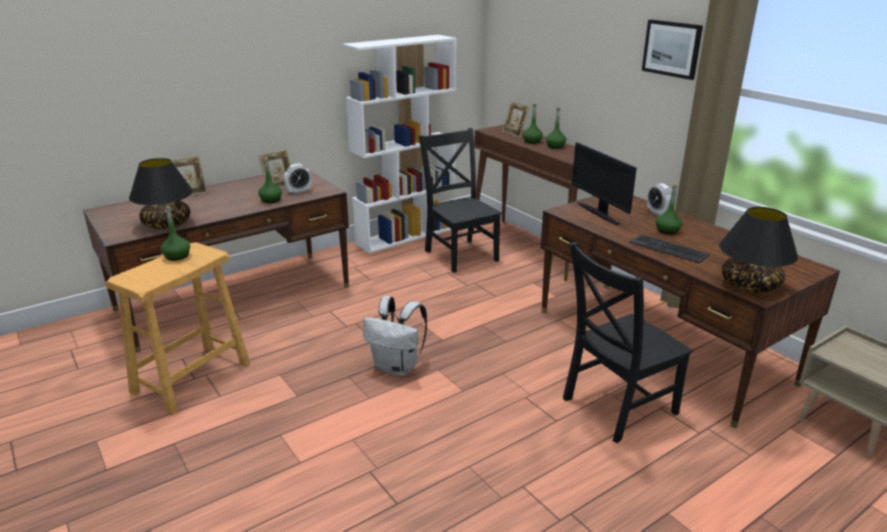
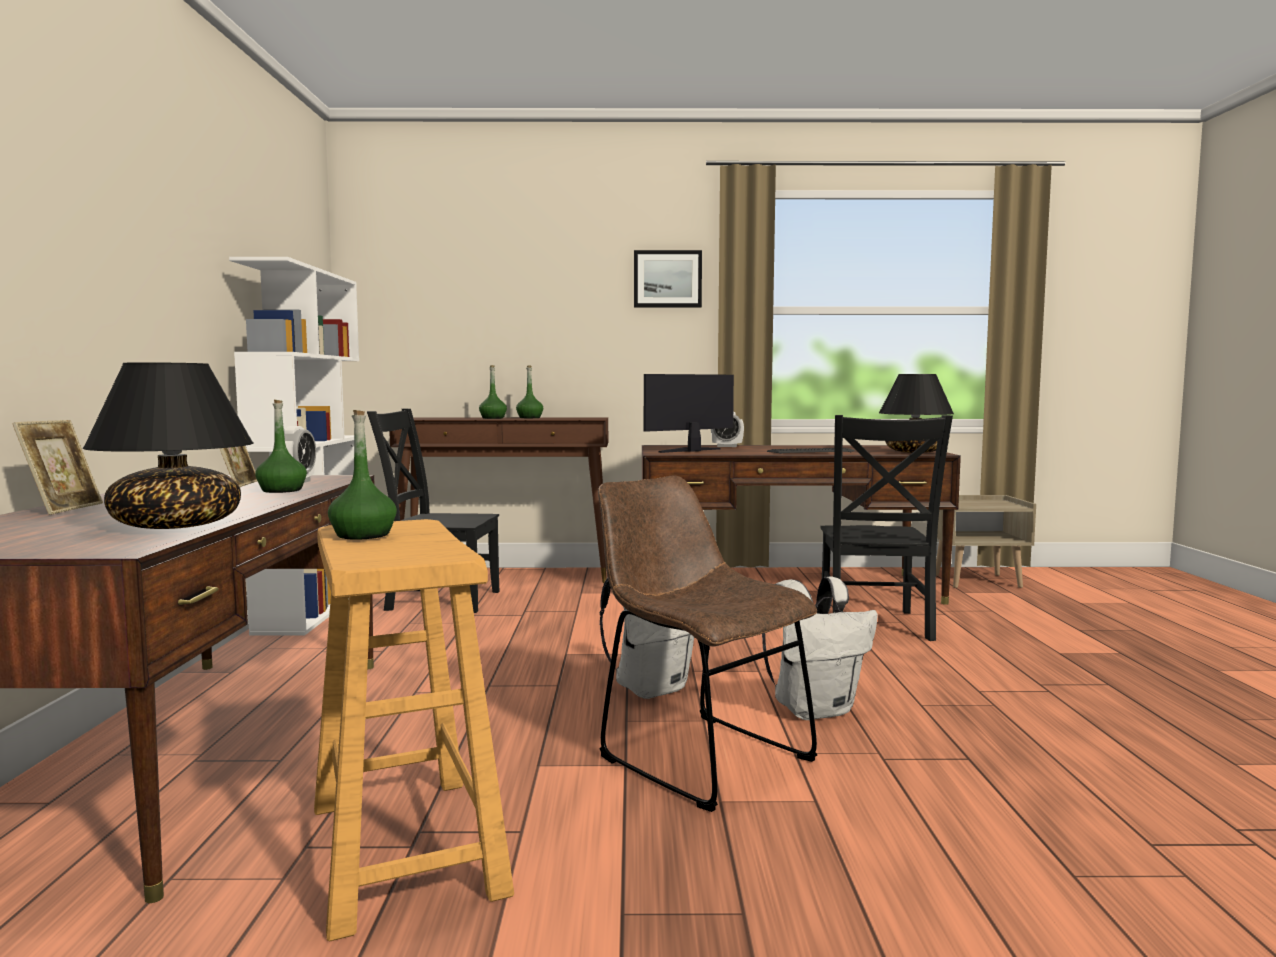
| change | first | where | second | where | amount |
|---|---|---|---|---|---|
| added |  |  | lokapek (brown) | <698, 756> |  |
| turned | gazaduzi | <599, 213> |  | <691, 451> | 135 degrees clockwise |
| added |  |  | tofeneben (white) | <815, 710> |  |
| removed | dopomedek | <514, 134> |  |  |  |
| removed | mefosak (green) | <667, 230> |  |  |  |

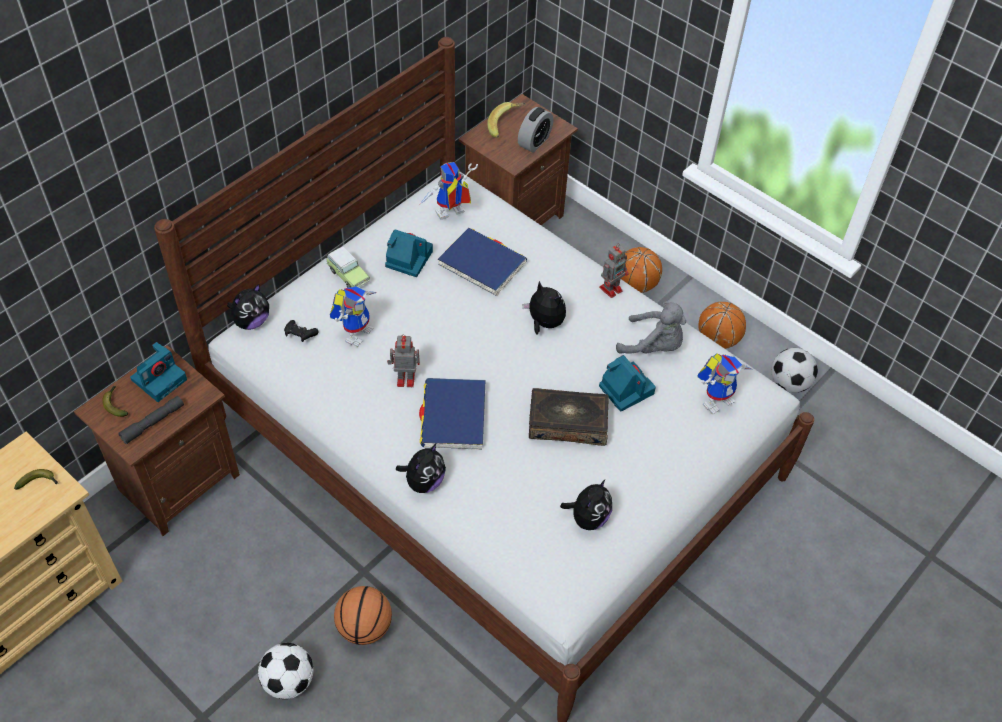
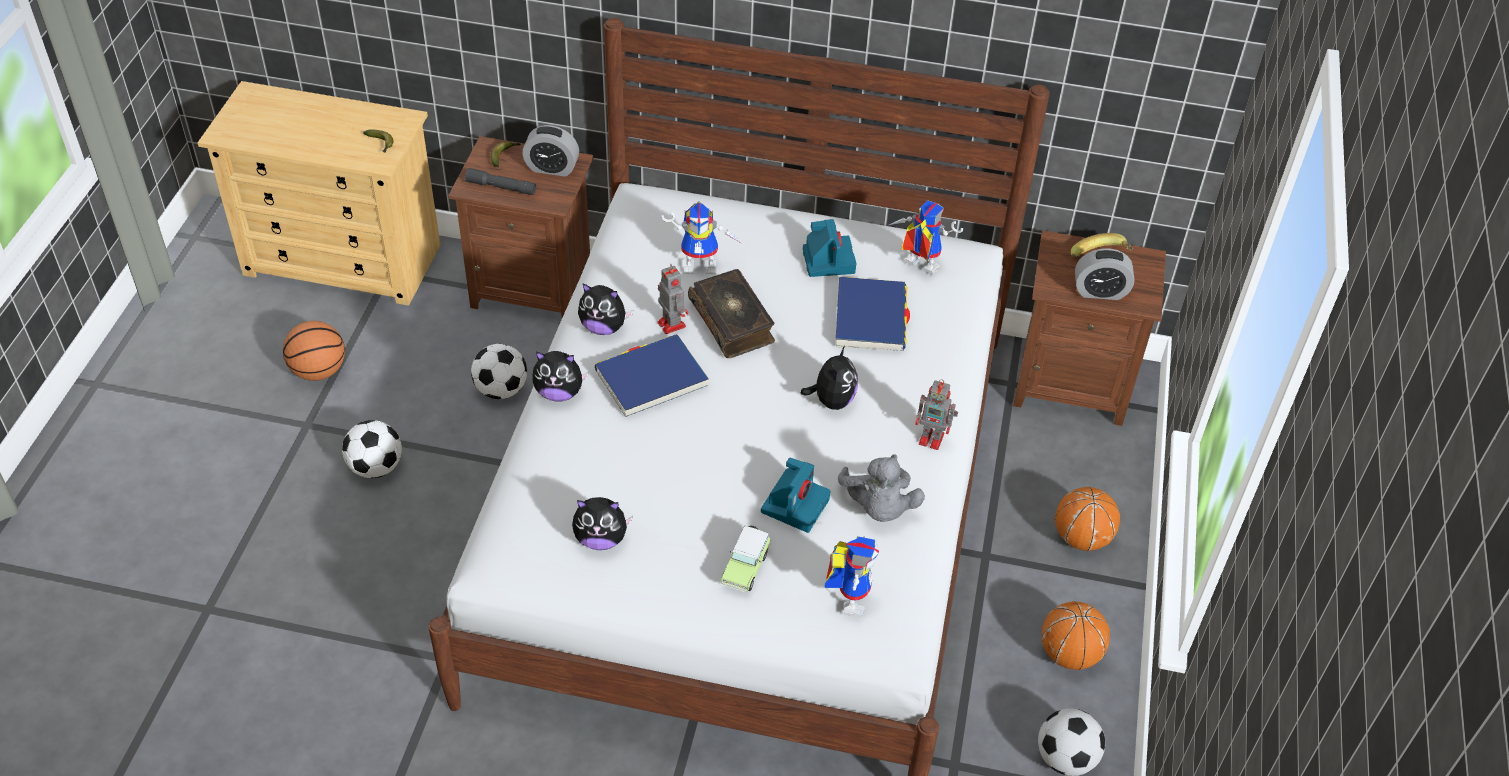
| change | first | where | second | where | amount |
|---|---|---|---|---|---|
| moved | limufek | <364, 627> |  | <319, 371> |  |
| added |  |  | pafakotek | <501, 389> |  |
| replaced | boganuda | <159, 378> | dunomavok | <552, 168> |  |
| moved | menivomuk | <251, 321> |  | <603, 327> |  |
| moved | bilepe | <567, 423> |  | <732, 322> |  |
| moved | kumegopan | <347, 275> |  | <746, 566> |  |
| turned | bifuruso | <717, 398> |  | <849, 595> | 105 degrees counterclockwise |
| removed | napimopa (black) | <300, 335> |  |  |  |

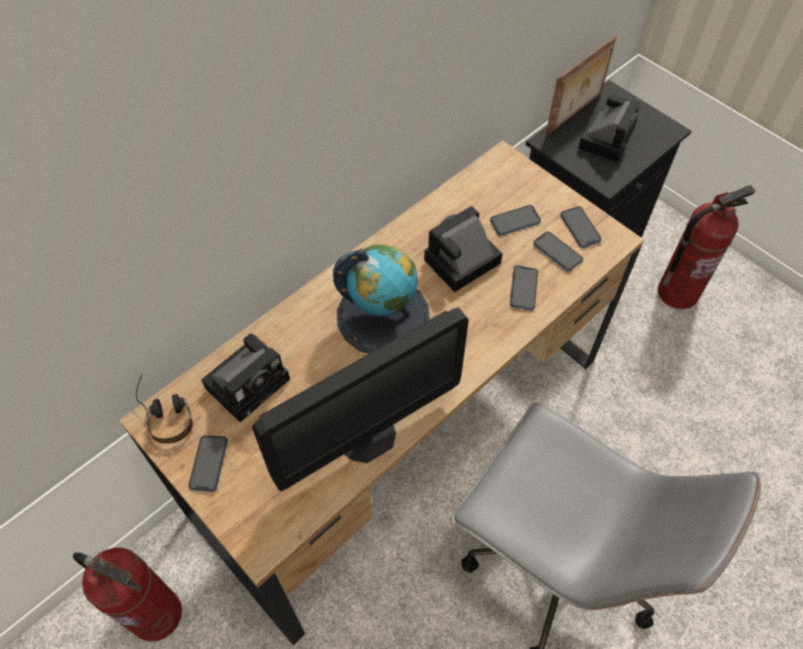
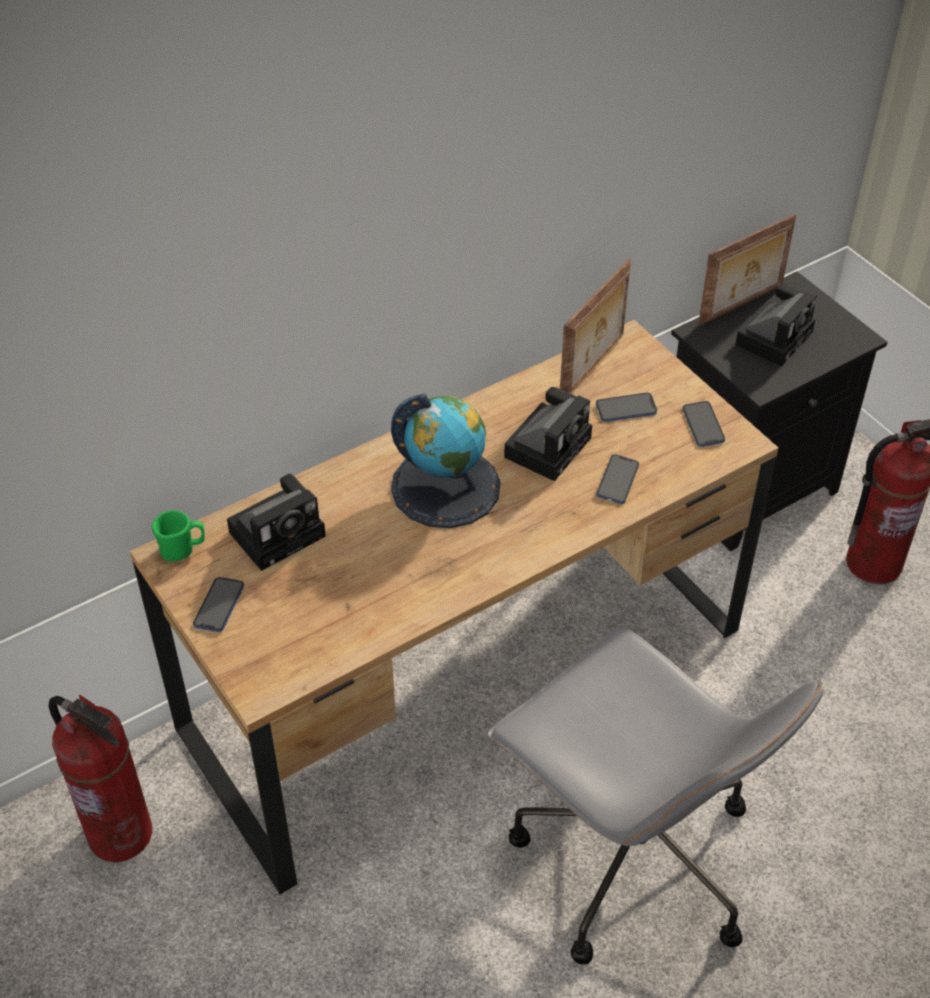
| change | first | where | second | where | amount |
|---|---|---|---|---|---|
| replaced | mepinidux | <166, 412> | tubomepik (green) | <182, 550> |  |
| turned | boganuda | <460, 263> |  | <549, 445> | 150 degrees clockwise |
| added |  |  | dopomedek | <593, 367> |  |
| removed | gazaduzi | <367, 436> |  |  |  |
| removed | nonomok | <557, 252> |  |  |  |

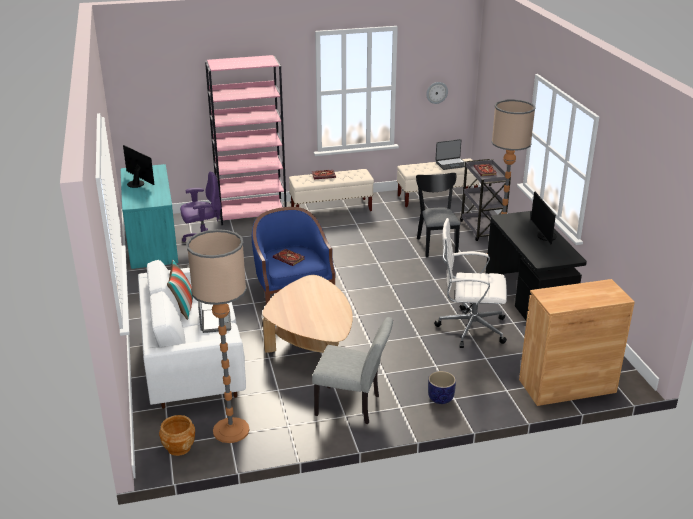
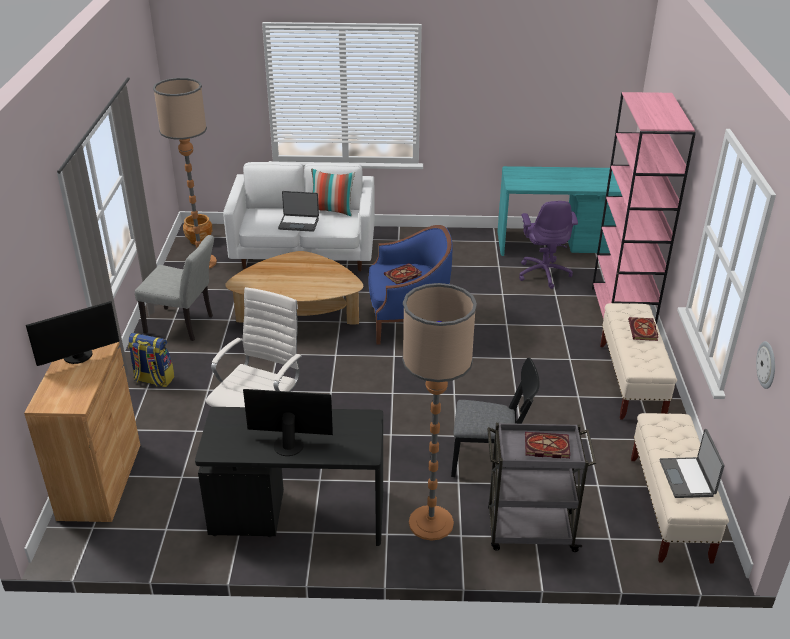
| change | first | where | second | where | amount |
|---|---|---|---|---|---|
| moved | gazaduzi | <137, 183> |  | <79, 357> |  |
| replaced | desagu | <441, 398> | tofeneben | <153, 380> |  |
| turned | lokapek (grey) | <353, 406> |  | <184, 325> | 105 degrees counterclockwise |

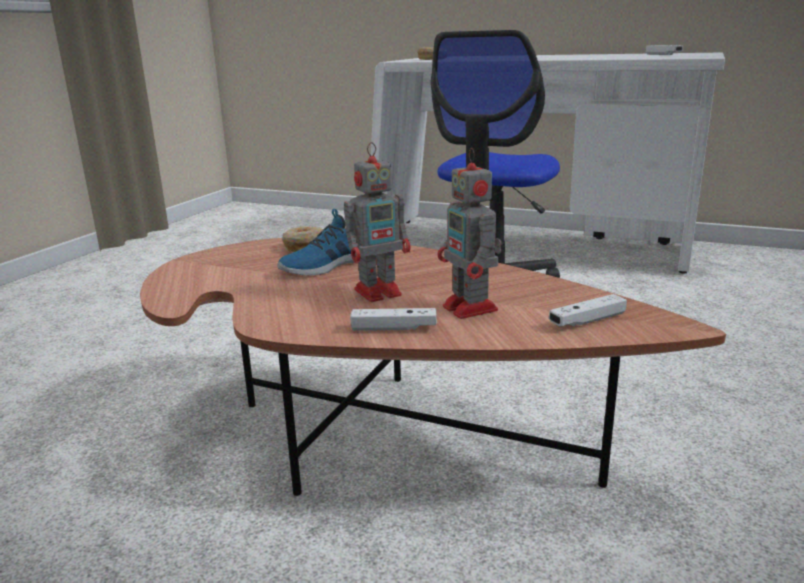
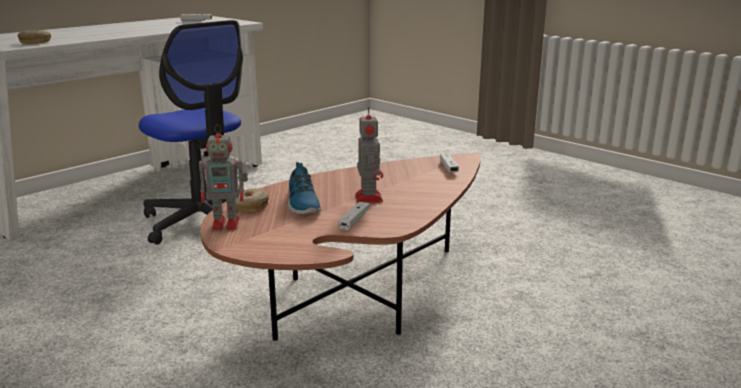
| change | first | where | second | where | amount |
|---|---|---|---|---|---|
| moved | bifuruso | <471, 309> |  | <227, 224> |  |
| moved | napimopa (white) | <394, 328> |  | <354, 221> |  |

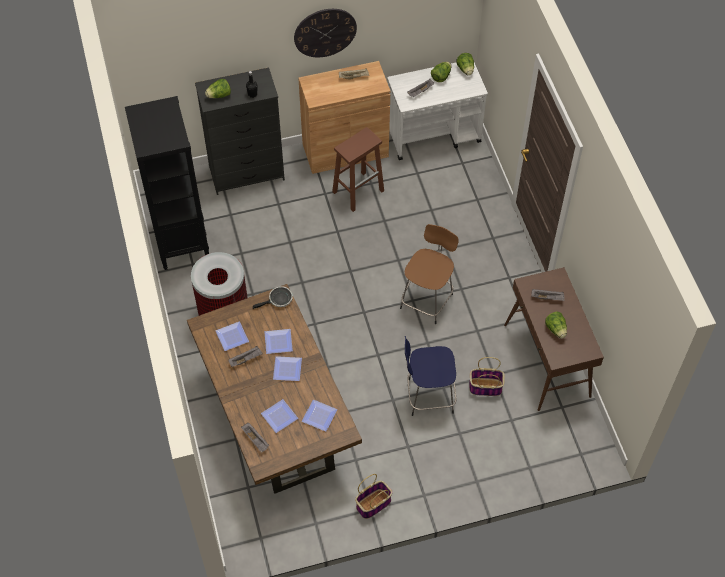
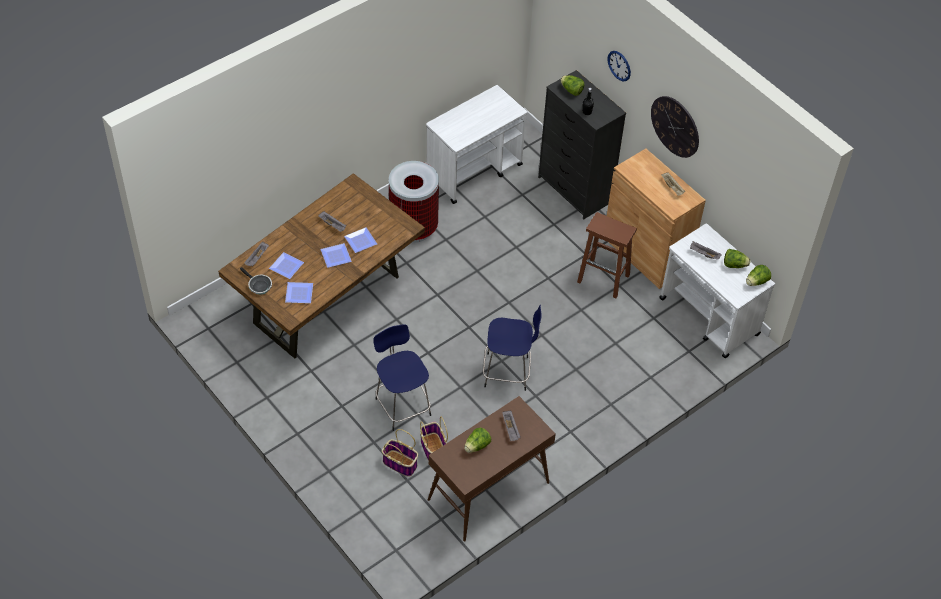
| change | first | where | second | where | amount |
|---|---|---|---|---|---|
| moved | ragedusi | <278, 300> |  | <258, 285> |  |
| moved | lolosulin | <373, 503> |  | <400, 463> |  |
| replaced | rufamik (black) | <181, 241> | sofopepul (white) | <474, 171> |  |
| recoloured | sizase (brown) | <427, 299> | sizase (blue) | <508, 372> |  |
| added |  |  | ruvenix | <619, 65> |  |
| removed | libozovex | <231, 336> |  |  |  |

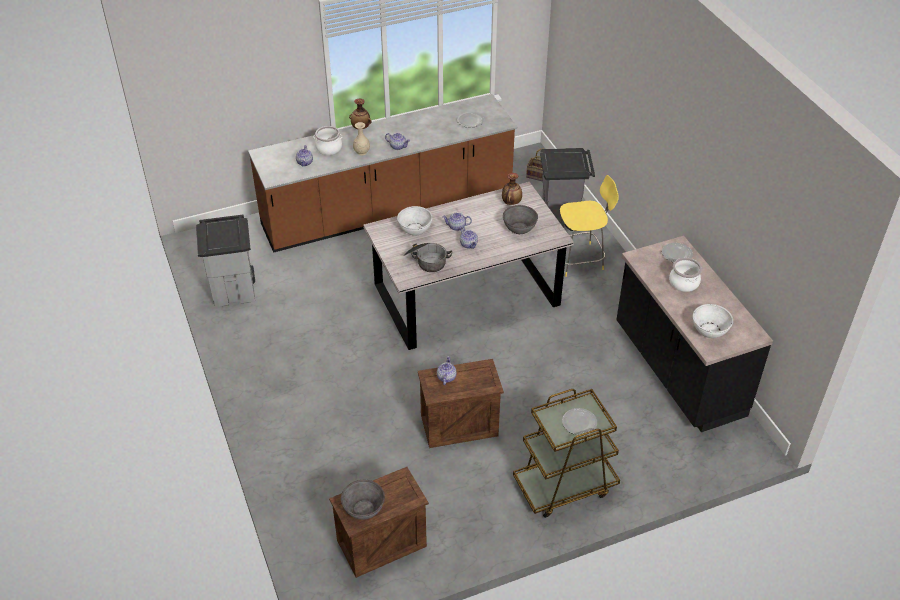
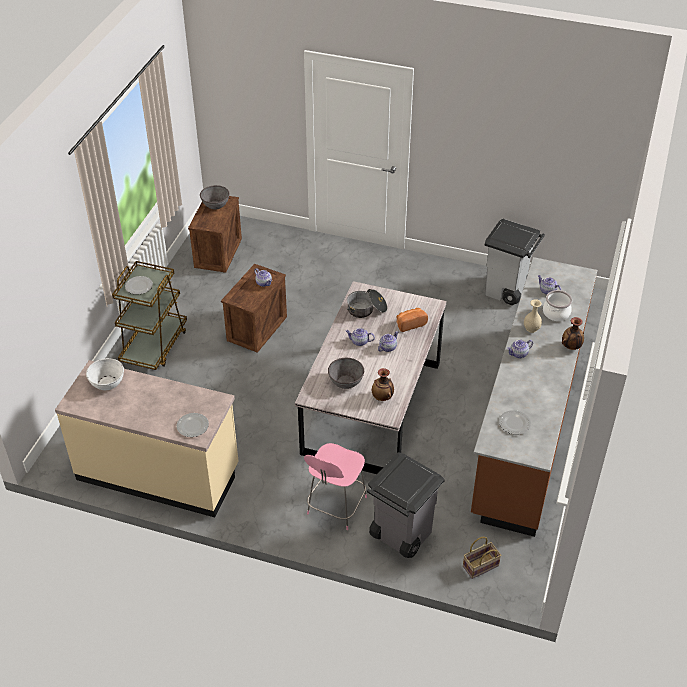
| change | first | where | second | where | amount |
|---|---|---|---|---|---|
| recoloured | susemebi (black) | <677, 371> | susemebi (beige) | <158, 473> |  |
| recoloured | sizase (yellow) | <580, 259> | sizase (pink) | <336, 507> |  |
| replaced | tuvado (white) | <415, 229> | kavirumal | <410, 324> |  |
| removed | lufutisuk | <683, 283> |  |  |  |

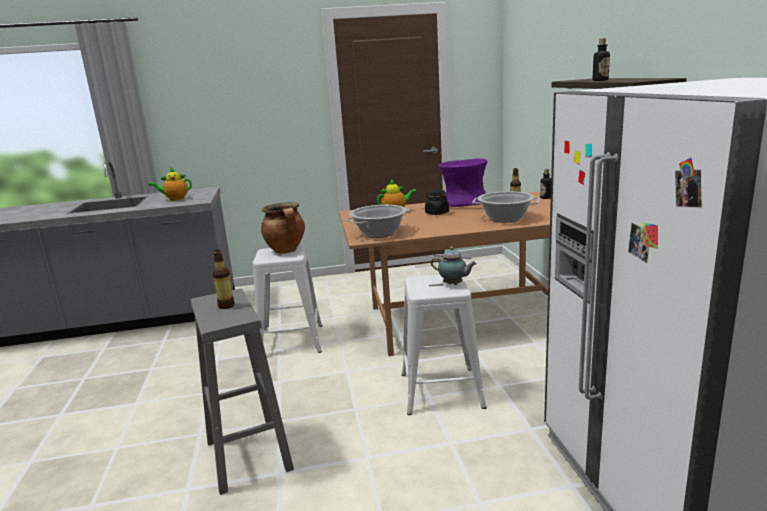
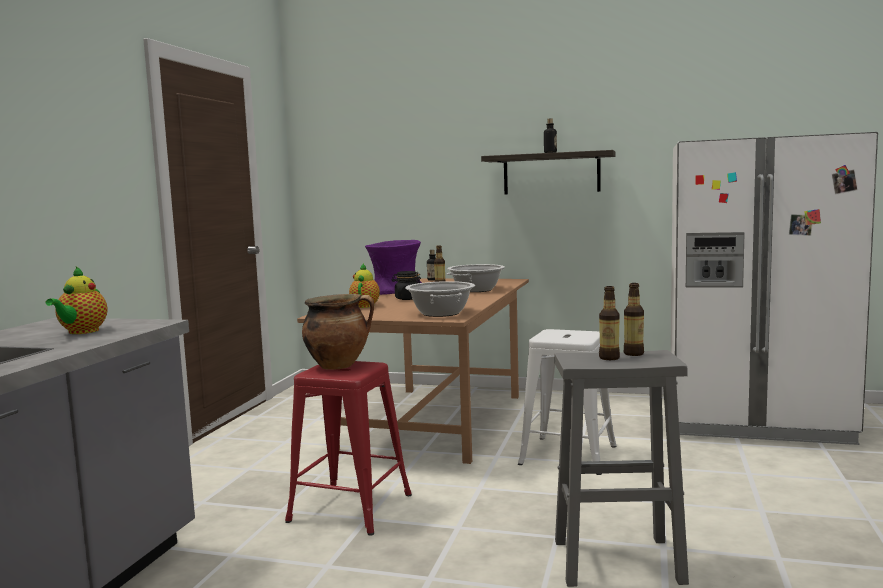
| change | first | where | second | where | amount |
|---|---|---|---|---|---|
| recoloured | sizase (white) | <291, 341> | sizase (red) | <350, 507> |  |
| added |  |  | mefosak | <633, 353> |  |
| removed | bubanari | <454, 284> |  |  |  |

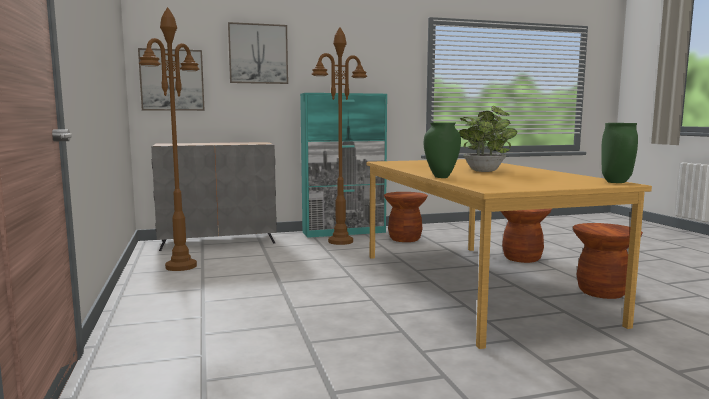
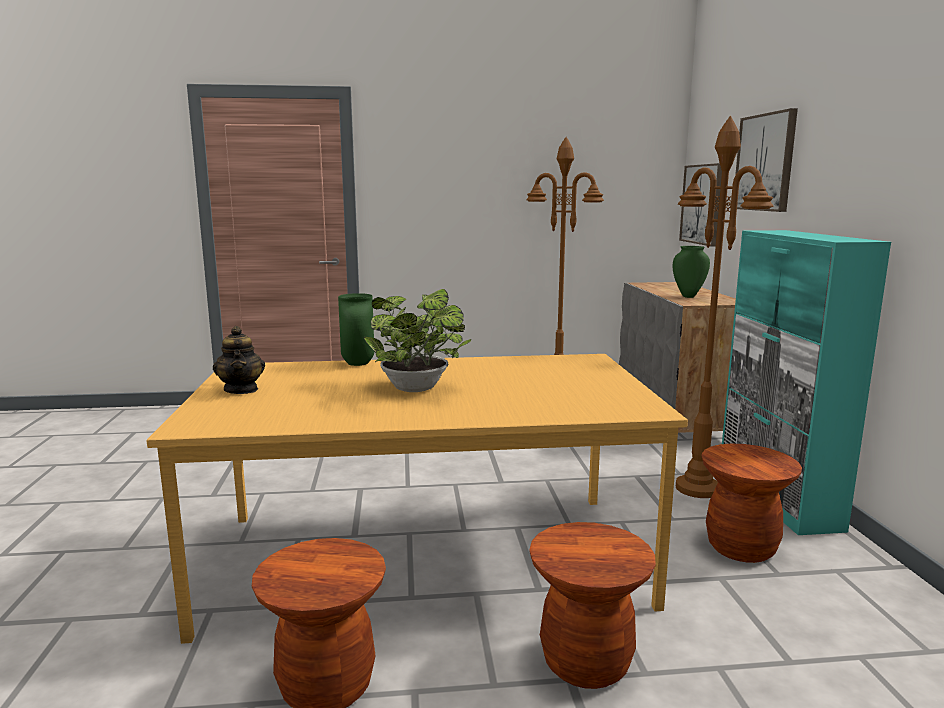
| change | first | where | second | where | amount |
|---|---|---|---|---|---|
| added |  |  | bubanari | <241, 390> |  |
| moved | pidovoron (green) | <617, 182> |  | <688, 296> |  |

